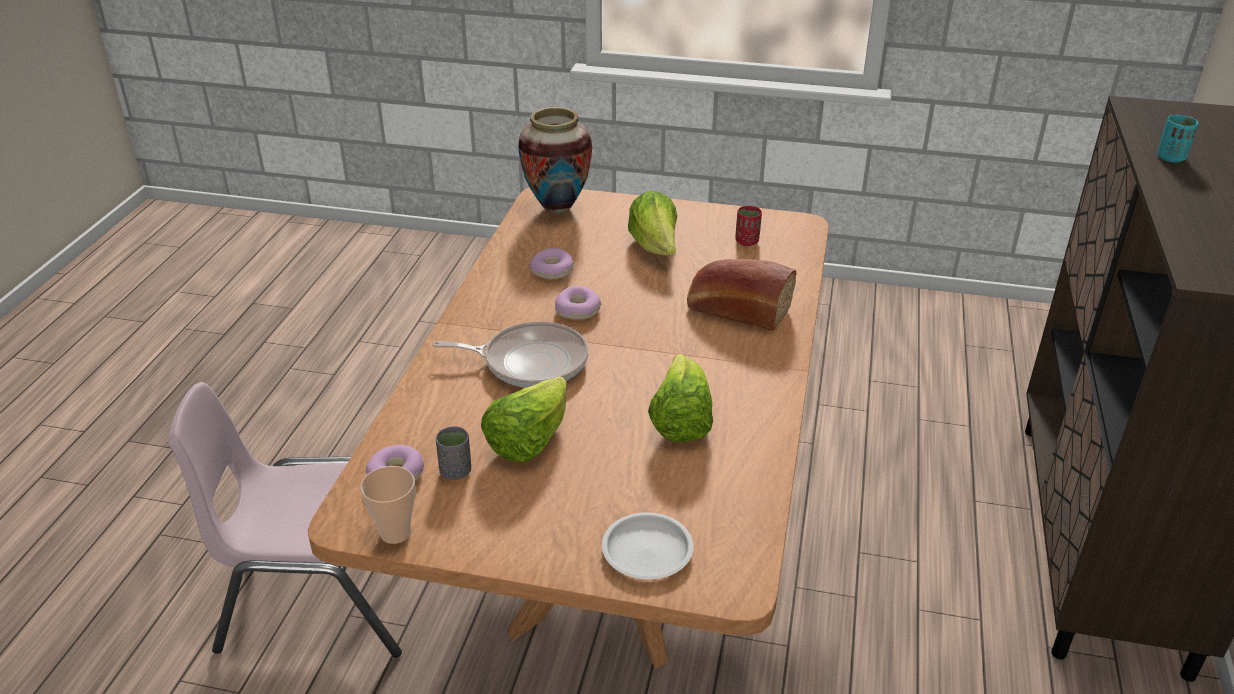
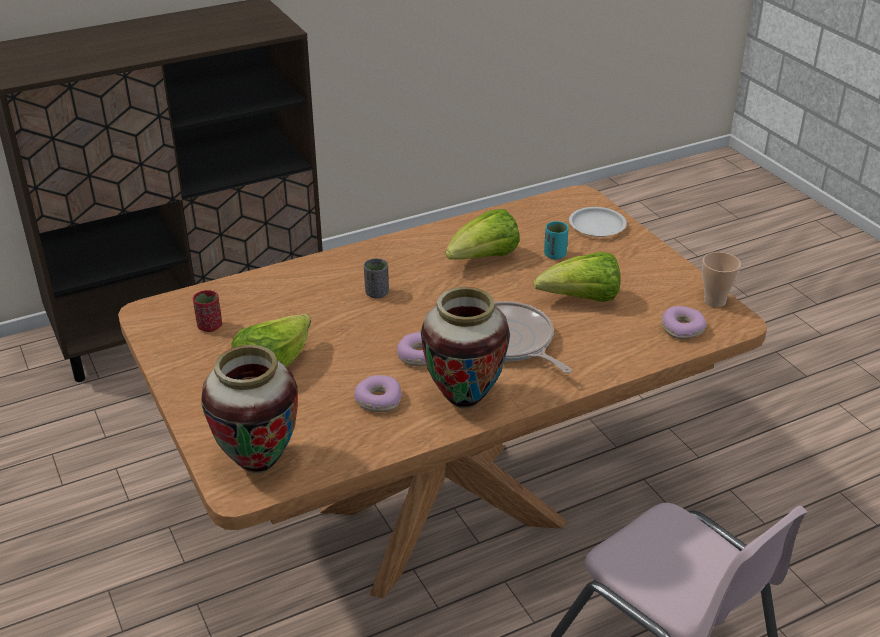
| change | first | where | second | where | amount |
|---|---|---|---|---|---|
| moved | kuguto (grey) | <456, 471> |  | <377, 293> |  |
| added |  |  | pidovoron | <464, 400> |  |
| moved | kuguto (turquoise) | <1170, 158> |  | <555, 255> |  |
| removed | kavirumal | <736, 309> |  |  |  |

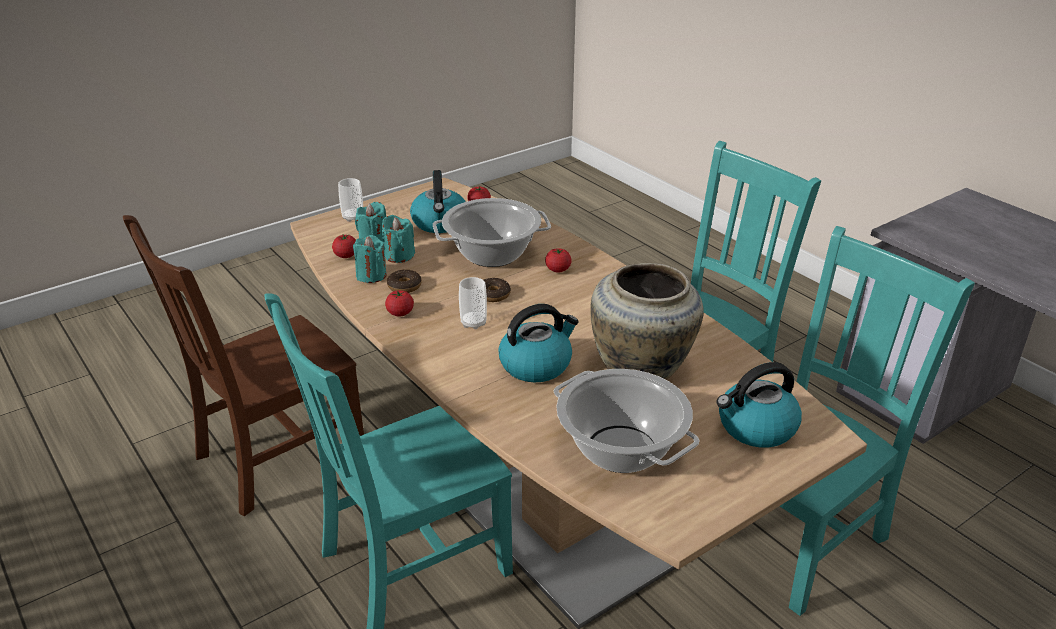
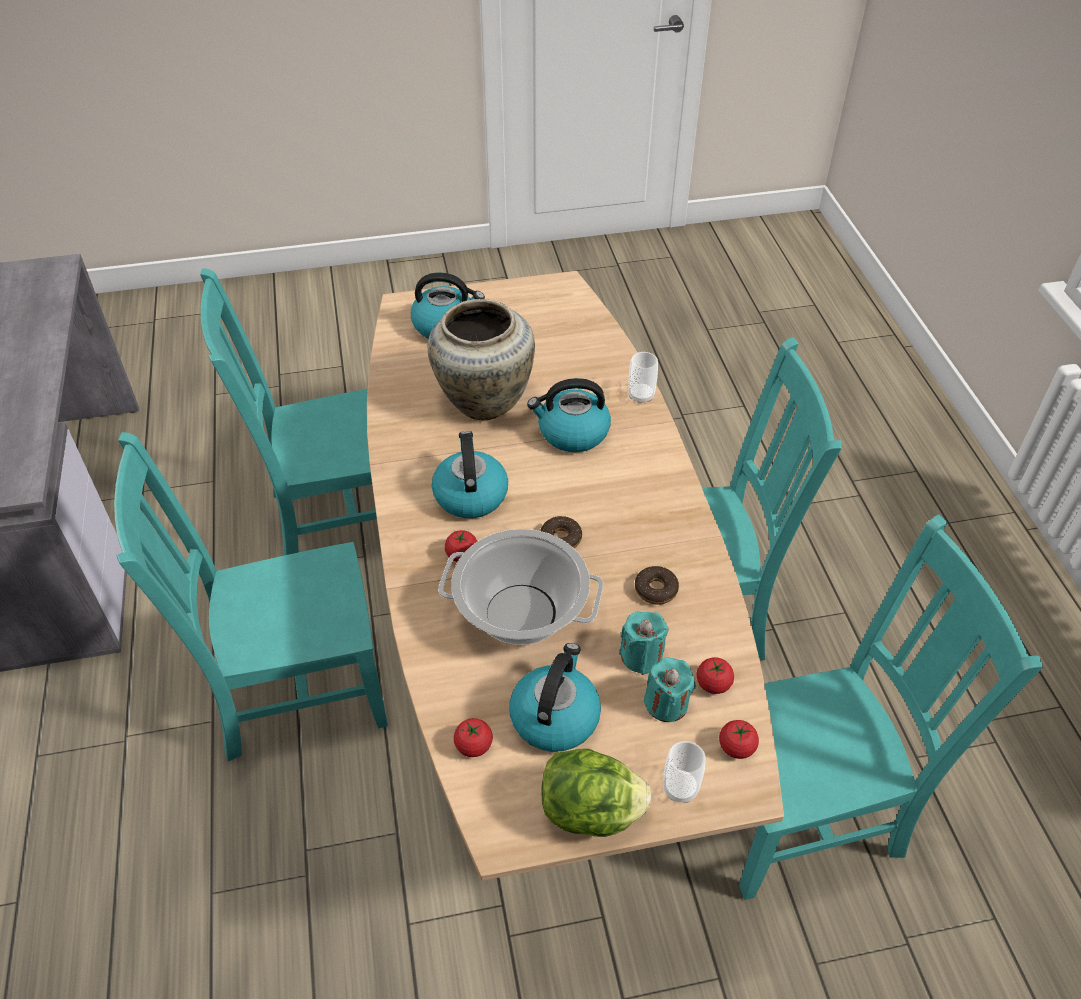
| change | first | where | second | where | amount |
|---|---|---|---|---|---|
| added |  |  | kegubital | <470, 494> |  |
| added |  |  | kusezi | <591, 811> |  |
| moved | kuguto | <473, 323> |  | <641, 396> |  |
| moved | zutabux | <400, 313> |  | <736, 747> |  |
| recoloured | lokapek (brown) | <274, 458> | lokapek (turquoise) | <804, 811> |  |
| removed | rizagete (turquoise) | <371, 275> |  |  |  |
| removed | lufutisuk | <620, 449> |  |  |  |

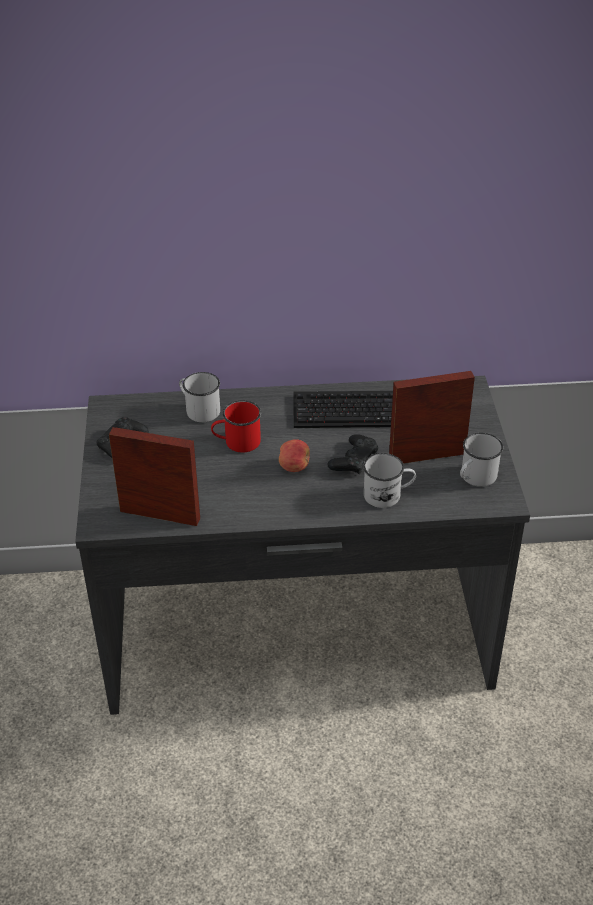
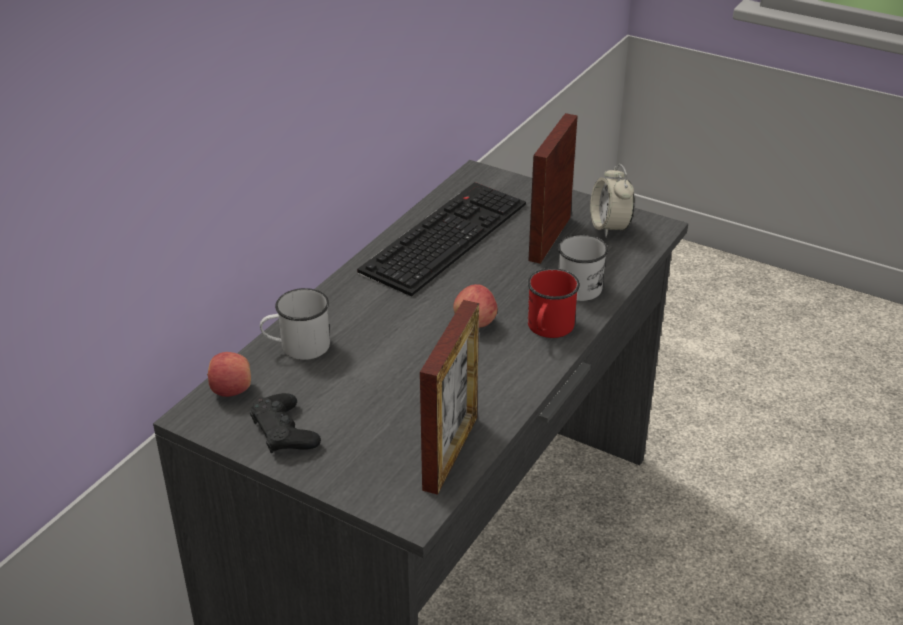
| change | first | where | second | where | amount |
|---|---|---|---|---|---|
| added |  |  | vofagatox | <231, 390> |  |
| turned | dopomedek | <160, 515> |  | <450, 453> | 150 degrees clockwise |
| moved | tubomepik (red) | <237, 442> |  | <548, 329> |  |
| replaced | tubomepik (white) | <475, 478> | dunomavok | <609, 227> |  |
| removed | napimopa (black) | <354, 460> |  |  |  |

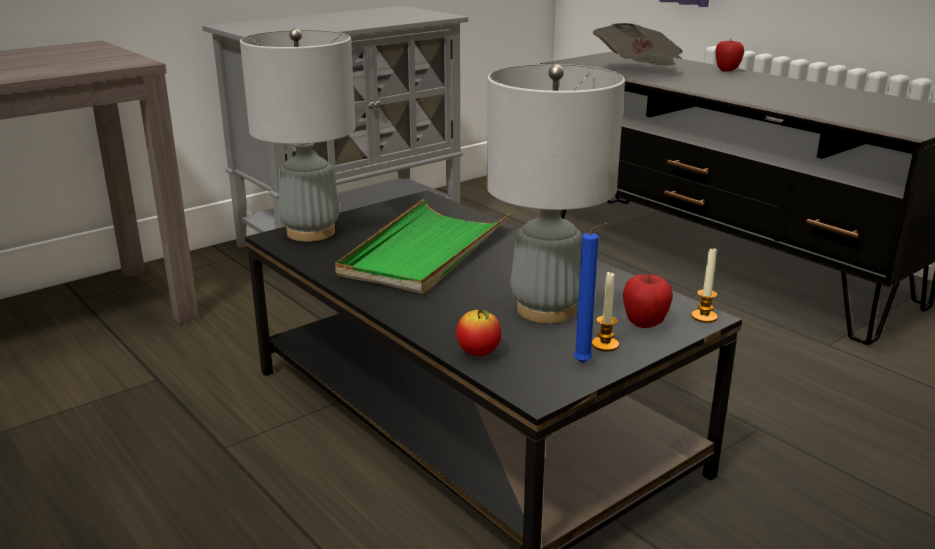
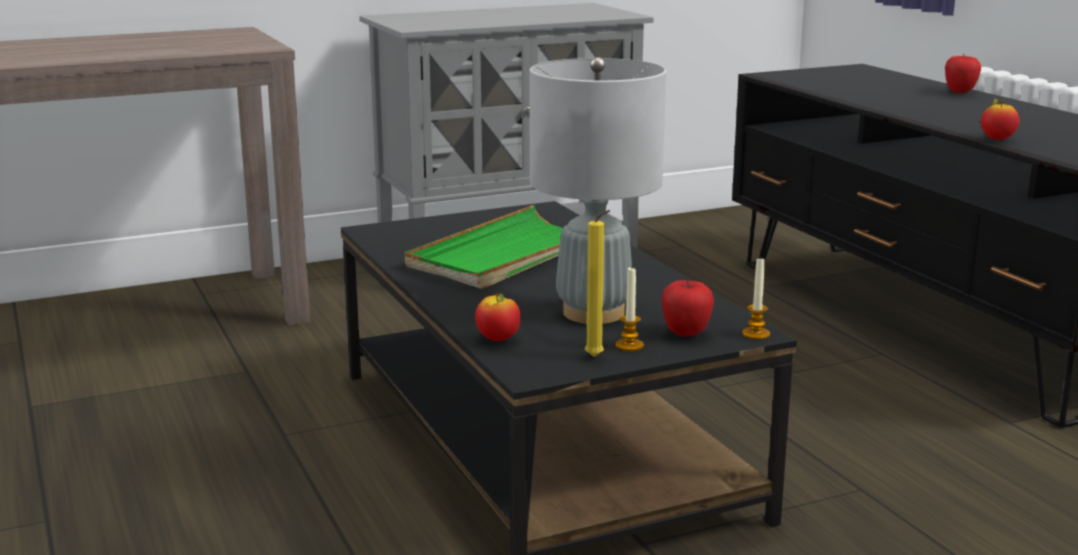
| change | first | where | second | where | amount |
|---|---|---|---|---|---|
| recoloured | rizagete (blue) | <585, 363> | rizagete (yellow) | <596, 358> |  |
| added |  |  | vofagatox | <997, 139> |  |
| removed | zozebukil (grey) | <311, 232> |  |  |  |
| removed | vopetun | <639, 71> |  |  |  |

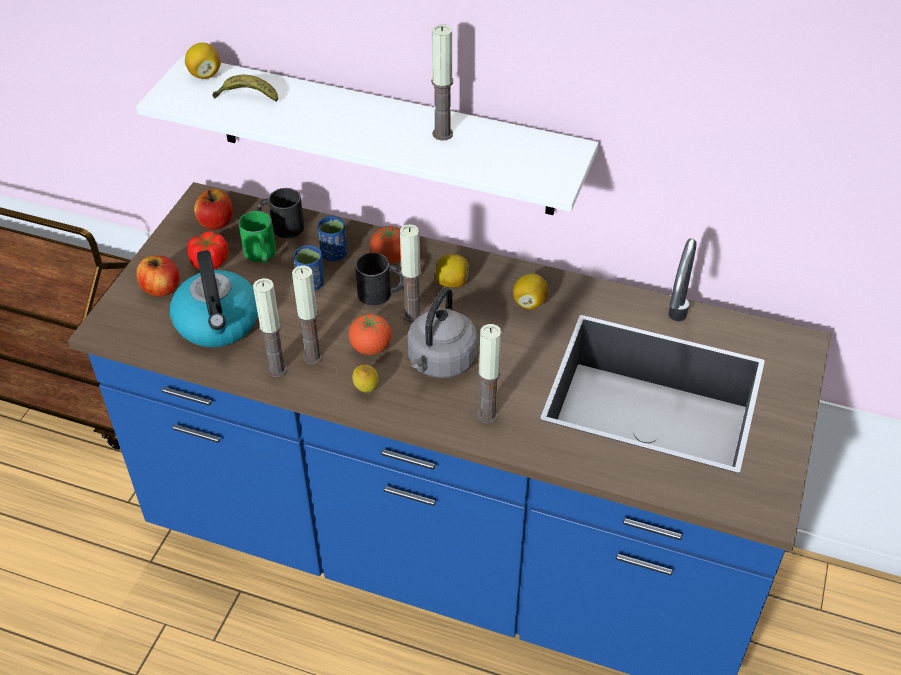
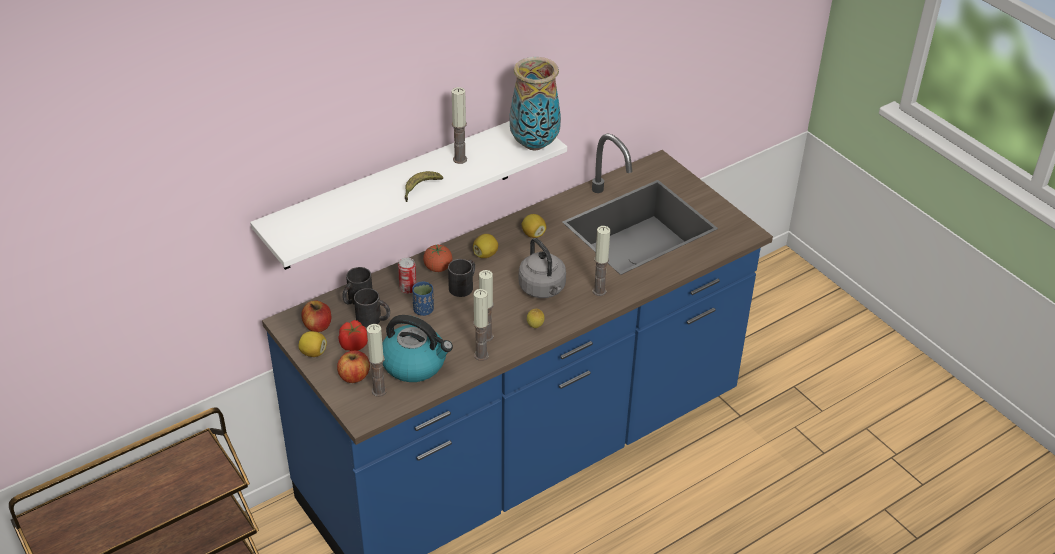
| change | first | where | second | where | amount |
|---|---|---|---|---|---|
| moved | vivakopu | <205, 74> |  | <313, 352> |  |
| recoloured | tubomepik (green) | <261, 255> | tubomepik (black) | <373, 319> |  |
| moved | rizagete | <412, 315> |  | <379, 391> |  |
| replaced | kuguto (blue) | <334, 254> | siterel | <408, 289> |  |
| moved | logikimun | <247, 97> |  | <420, 189> |  |
| added |  |  | pidovoron | <534, 144> |  |
| removed | zutabux | <371, 347> |  |  |  |

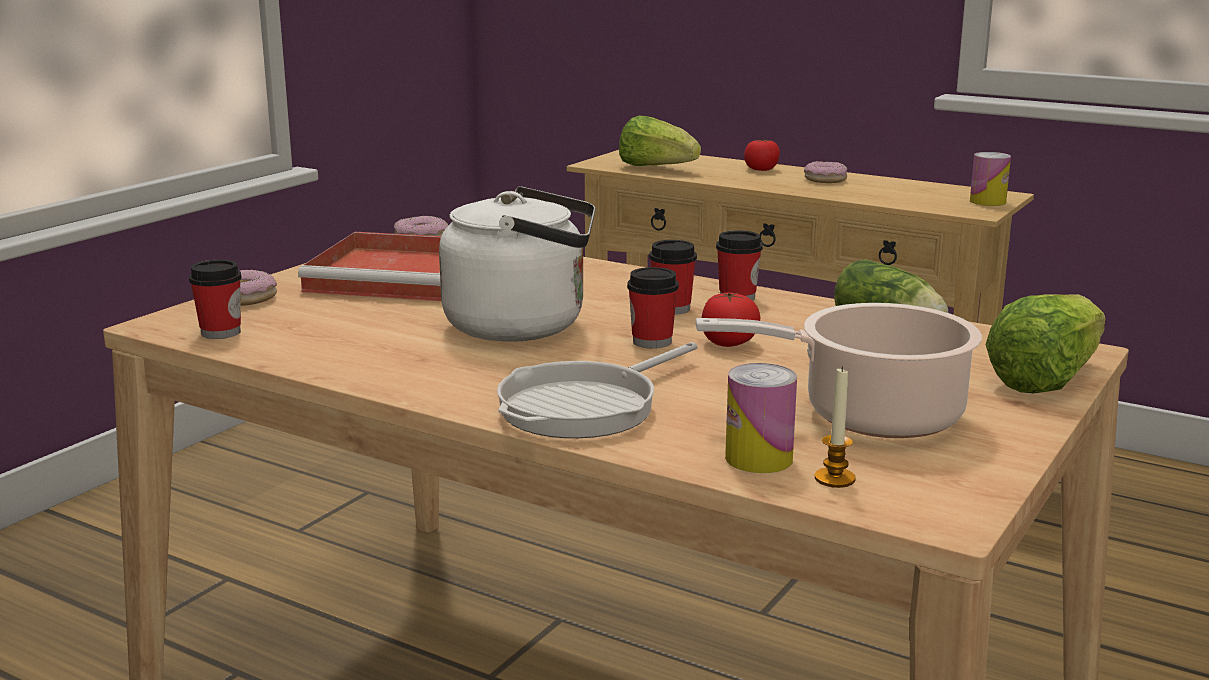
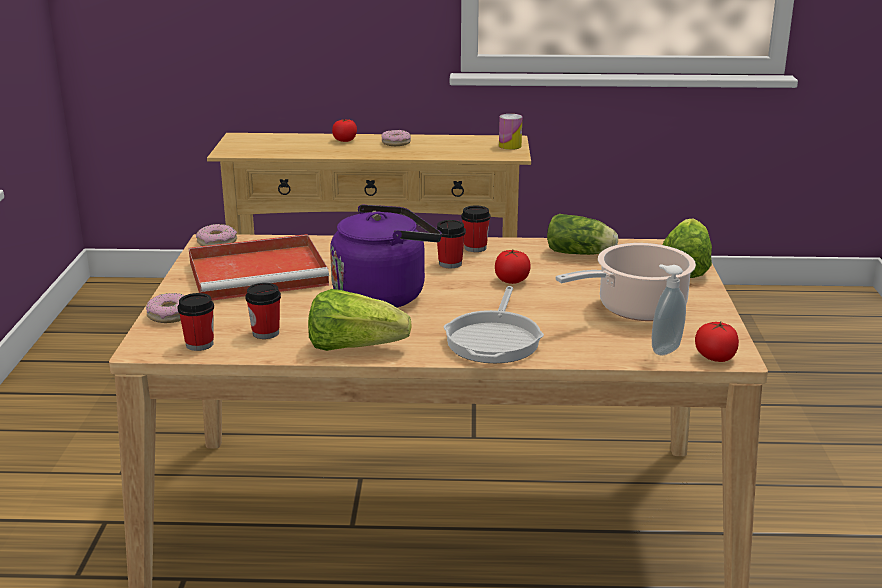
| change | first | where | second | where | amount |
|---|---|---|---|---|---|
| moved | kuguto | <652, 342> |  | <265, 333> |  |
| moved | kusezi | <656, 168> |  | <354, 347> |  |
| recoloured | kegubital (white) | <524, 326> | kegubital (purple) | <384, 295> |  |
| replaced | rizagete | <834, 479> | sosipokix | <664, 349> |  |
| added |  |  | zutabux | <715, 357> |  |
| removed | siterel | <759, 458> |  |  |  |

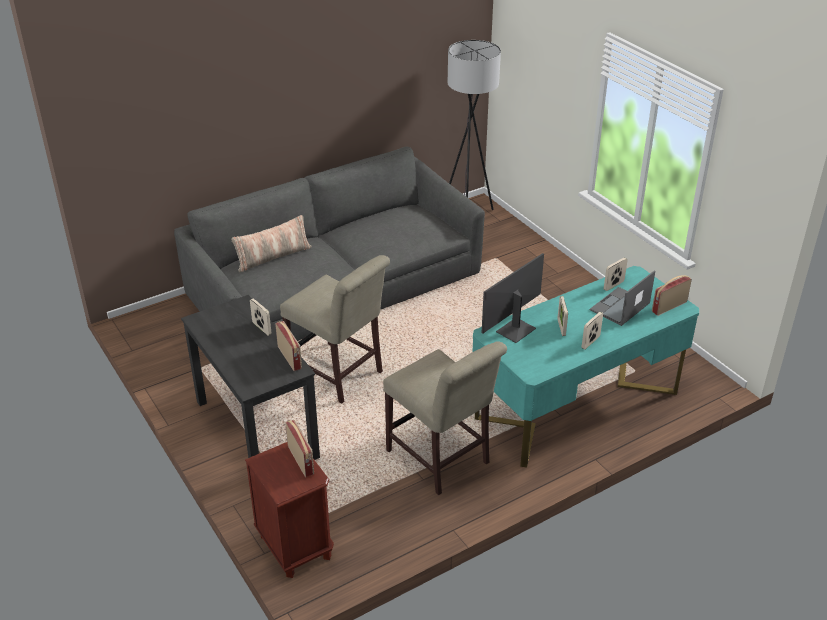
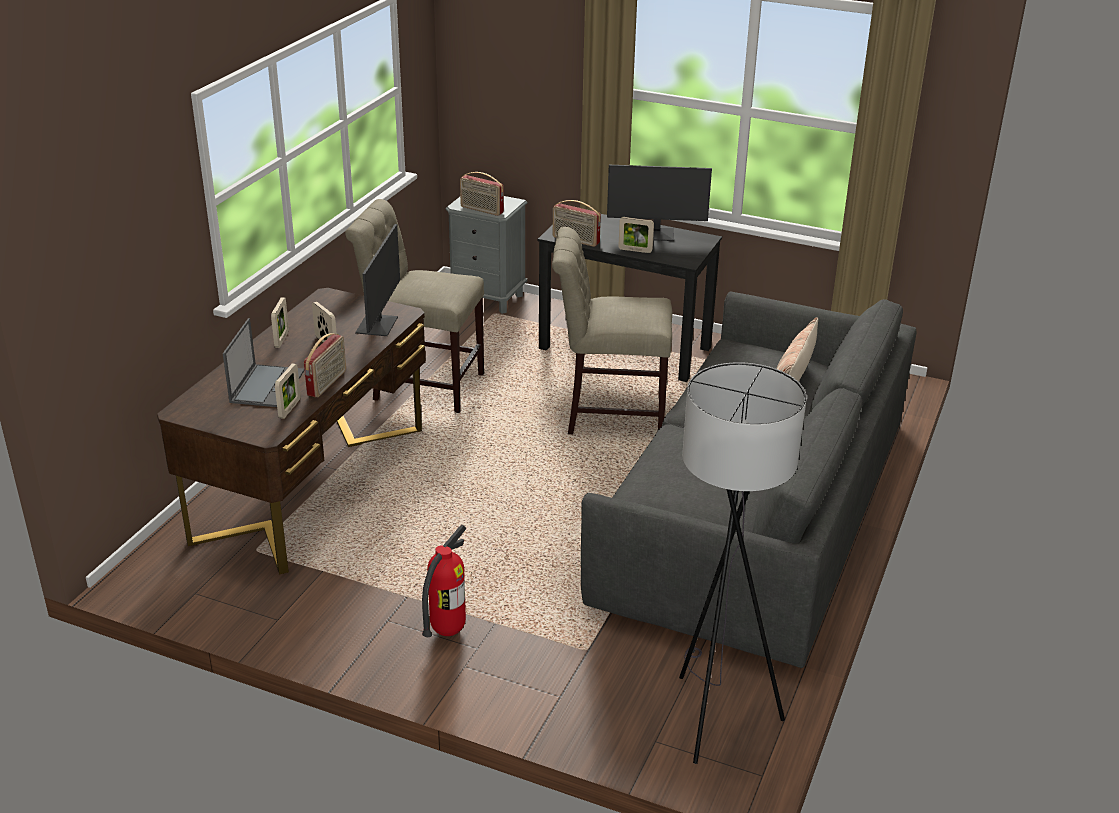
| change | first | where | second | where | amount |
|---|---|---|---|---|---|
| recoloured | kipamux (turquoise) | <577, 405> | kipamux (brown) | <312, 483> |  |
| moved | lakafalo | <668, 306> |  | <327, 383> |  |
| added |  |  | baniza | <447, 631> |  |
| recoloured | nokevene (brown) | <295, 547> | nokevene (grey) | <487, 298> |  |
| added |  |  | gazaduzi | <656, 235> |  |

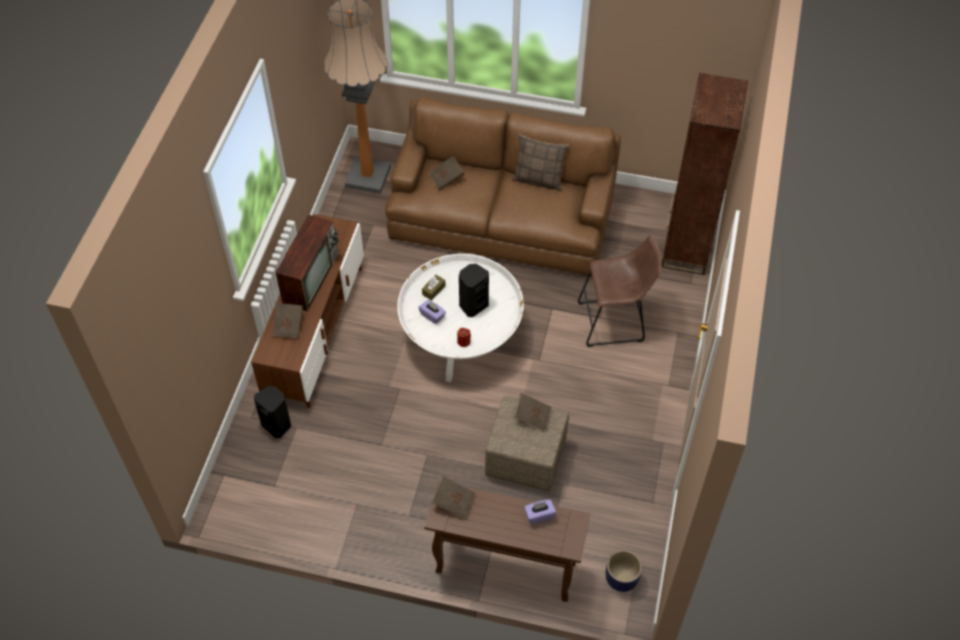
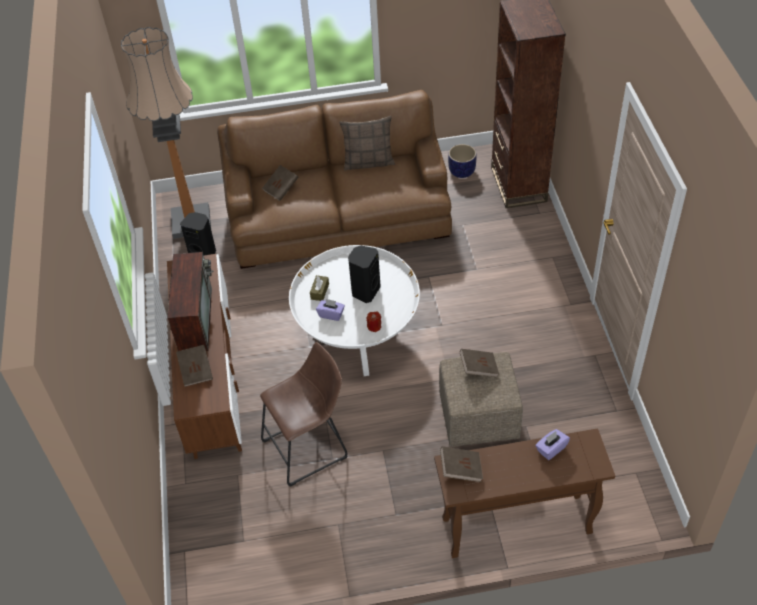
| change | first | where | second | where | amount |
|---|---|---|---|---|---|
| moved | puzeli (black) | <277, 425> |  | <203, 254> |  |
| moved | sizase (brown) | <615, 322> |  | <309, 447> |  |
| moved | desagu | <622, 578> |  | <462, 171> |  |

